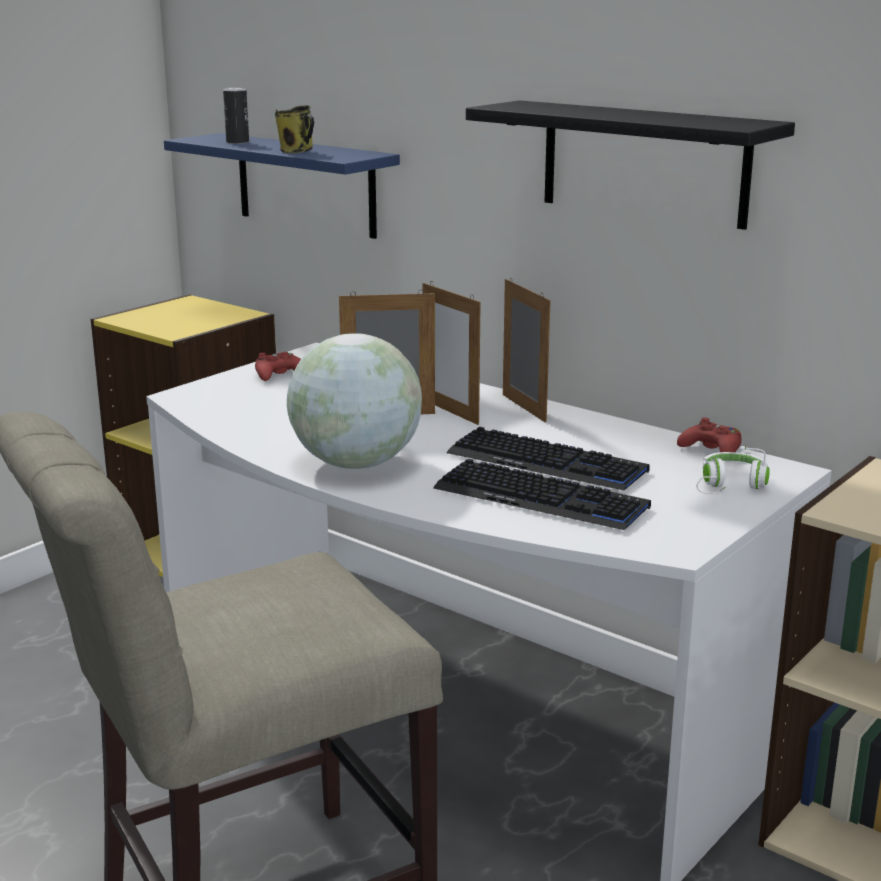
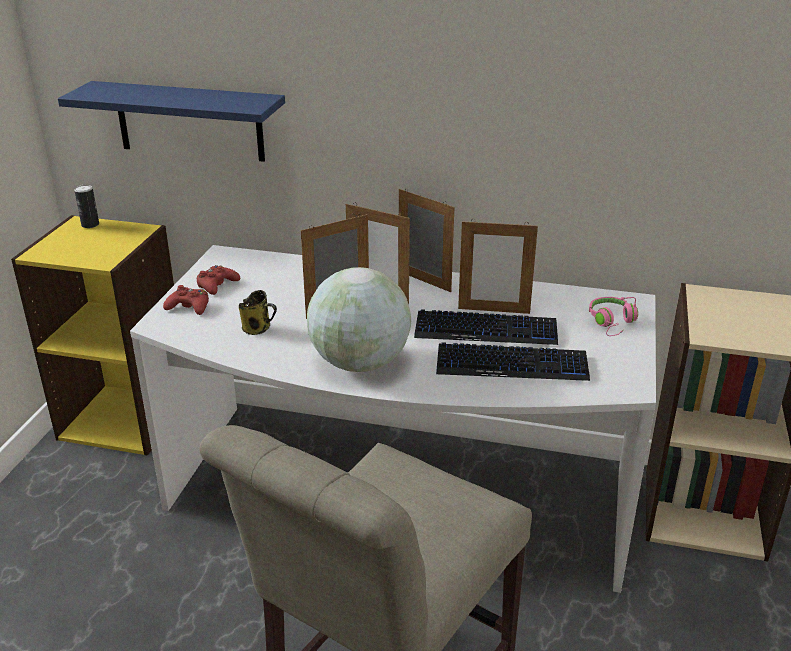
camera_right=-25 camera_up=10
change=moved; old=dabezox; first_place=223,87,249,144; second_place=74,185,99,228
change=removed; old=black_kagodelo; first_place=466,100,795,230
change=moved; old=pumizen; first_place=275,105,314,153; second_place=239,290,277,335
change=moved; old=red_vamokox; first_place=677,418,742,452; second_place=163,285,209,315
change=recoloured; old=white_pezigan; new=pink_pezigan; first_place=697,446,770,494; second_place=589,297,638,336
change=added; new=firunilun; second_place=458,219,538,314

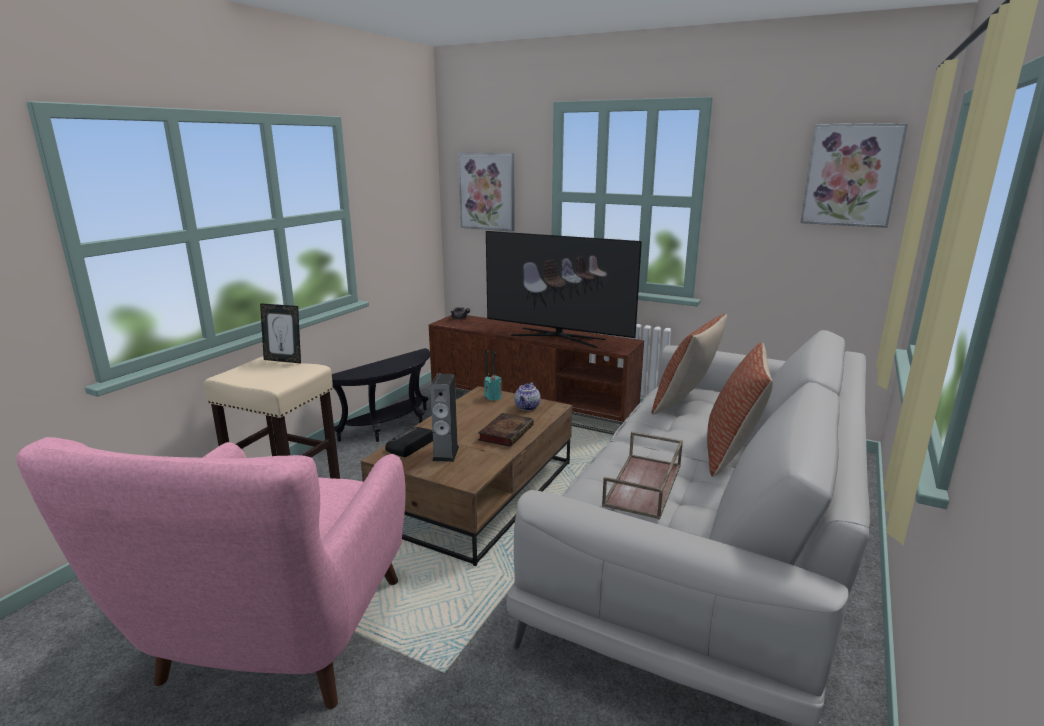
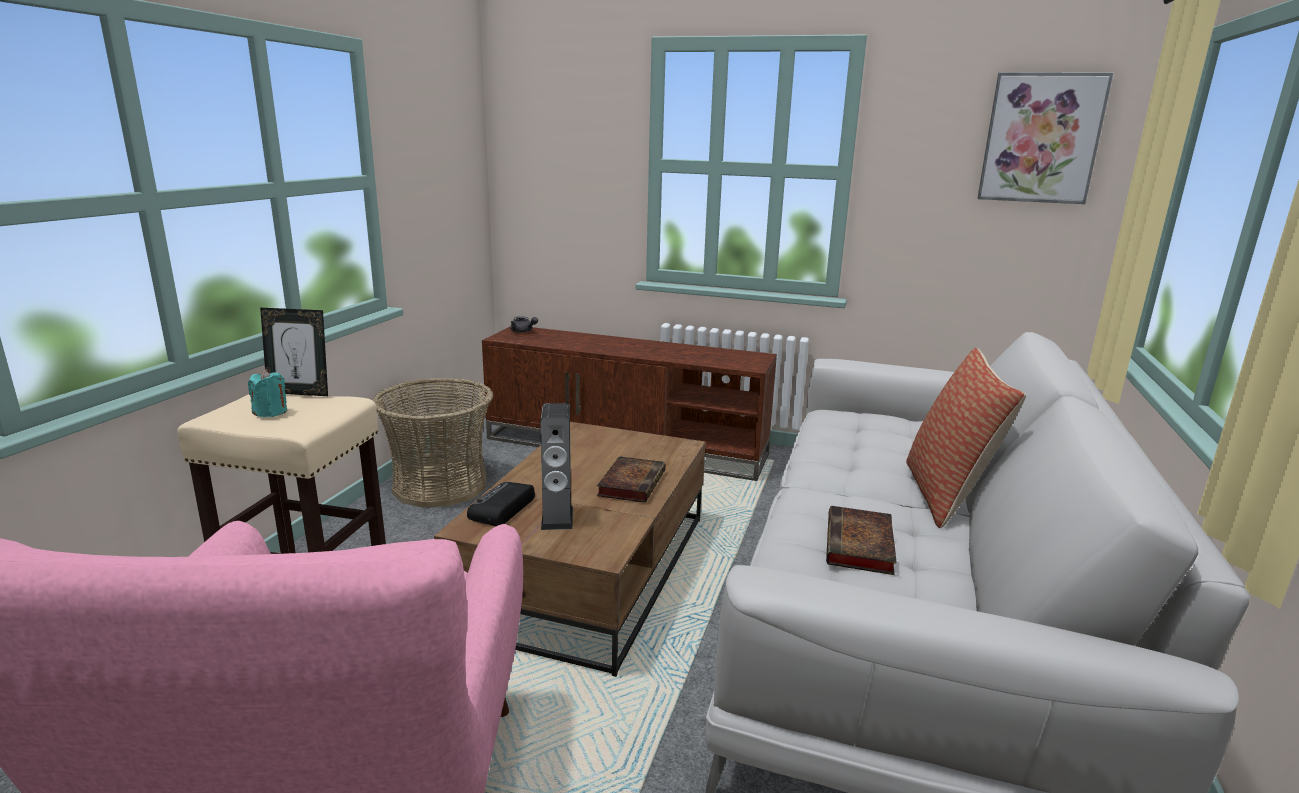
camera_right=-10 camera_up=0
change=removed; old=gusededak; first_place=458,153,515,232
change=removed; old=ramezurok; first_place=486,231,642,348
change=removed; old=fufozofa; first_place=652,314,727,414
change=replaced; old=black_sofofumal; new=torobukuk; first_place=332,348,431,442; second_place=373,378,493,508
change=moved; old=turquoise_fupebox; first_place=484,375,502,400; second_place=248,369,287,417
change=removed; old=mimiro; first_place=514,382,541,411
change=replaced; old=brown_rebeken; new=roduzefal; first_place=602,431,683,520; second_place=826,506,897,575

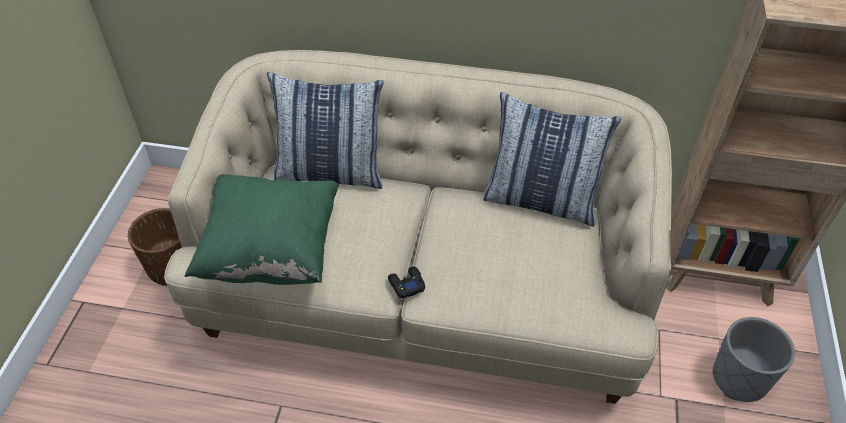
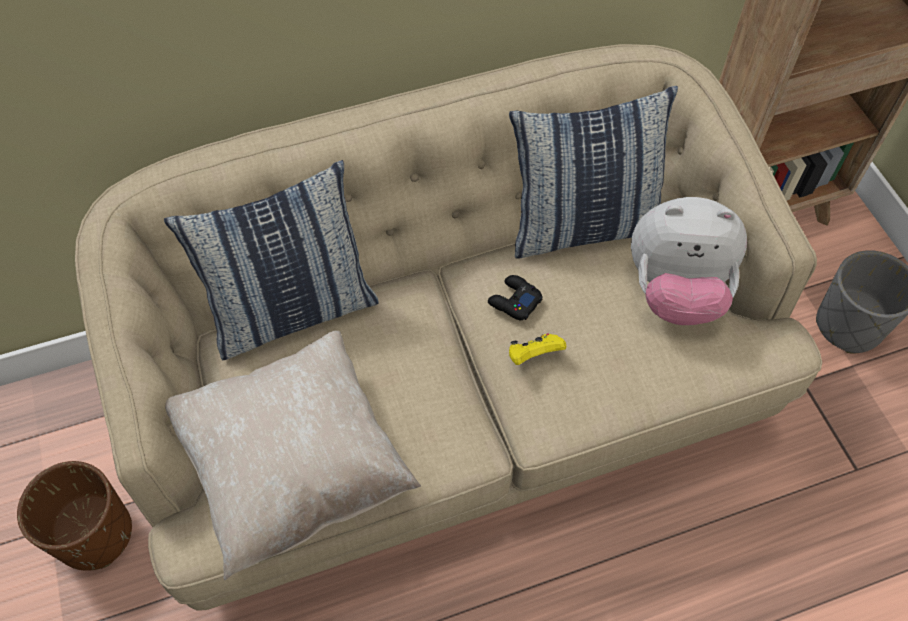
camera_right=-30 camera_up=10
change=recoloured; old=green_fufozofa; new=beige_fufozofa; first_place=184,174,339,285; second_place=165,331,421,580
change=moved; old=black_vamokox; first_place=388,267,425,299; second_place=488,275,543,320
change=added; new=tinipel; second_place=631,197,747,325
change=added; new=yellow_vamokox; second_place=509,333,566,365

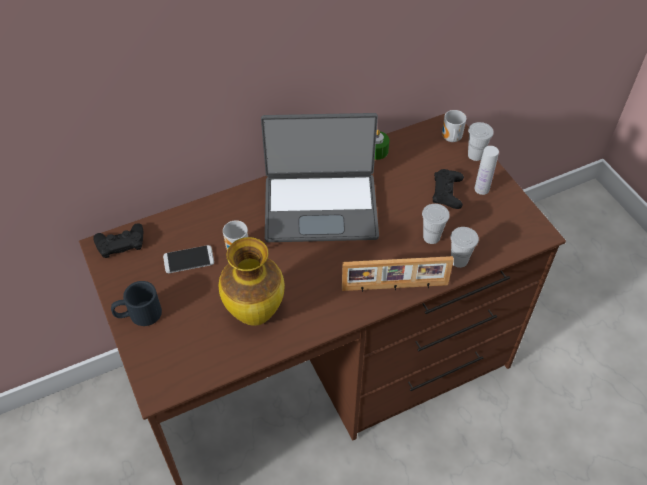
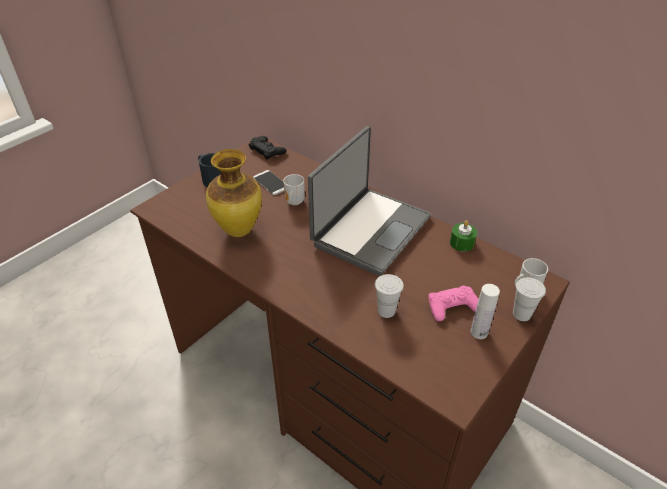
camera_right=65 camera_up=-10
change=turned; old=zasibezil; first_place=261,113,379,242; second_place=308,126,431,276; degrees=-120
change=recoloured; old=black_vamokox; new=pink_vamokox; first_place=433,169,464,209; second_place=428,285,478,321
change=removed; old=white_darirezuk; first_place=450,227,479,268
change=removed; old=firunilun; first_place=342,256,454,292

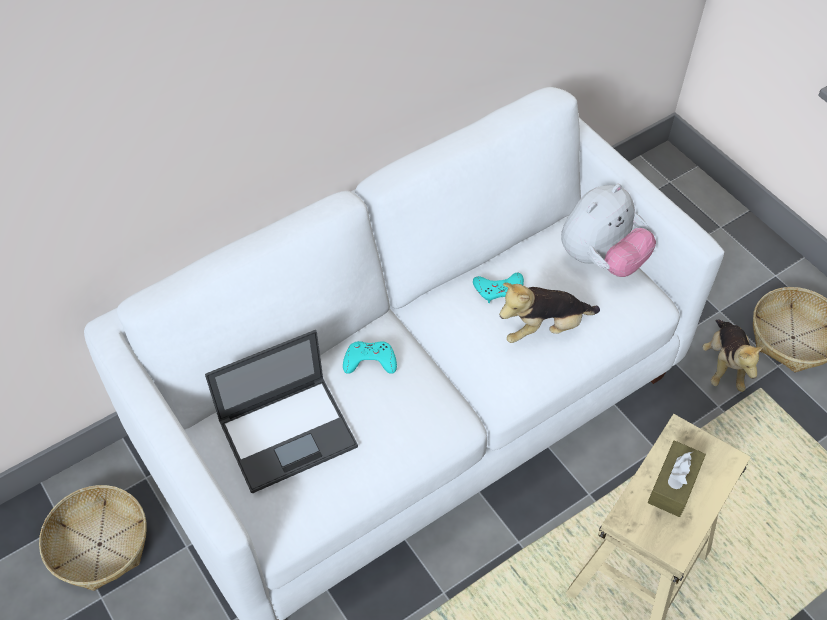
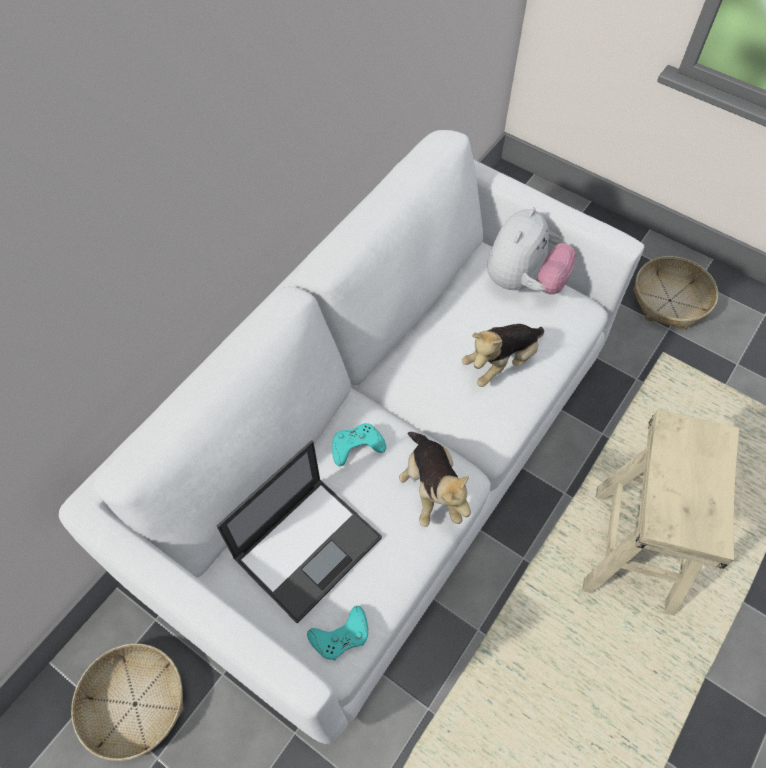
camera_right=-20 camera_up=5
change=moved; old=turquoise_vamokox; first_place=473,273,524,303; second_place=307,606,368,660
change=moved; old=tinipel; first_place=702,320,765,392; second_place=399,432,471,527
change=removed; old=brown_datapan; first_place=648,440,706,517

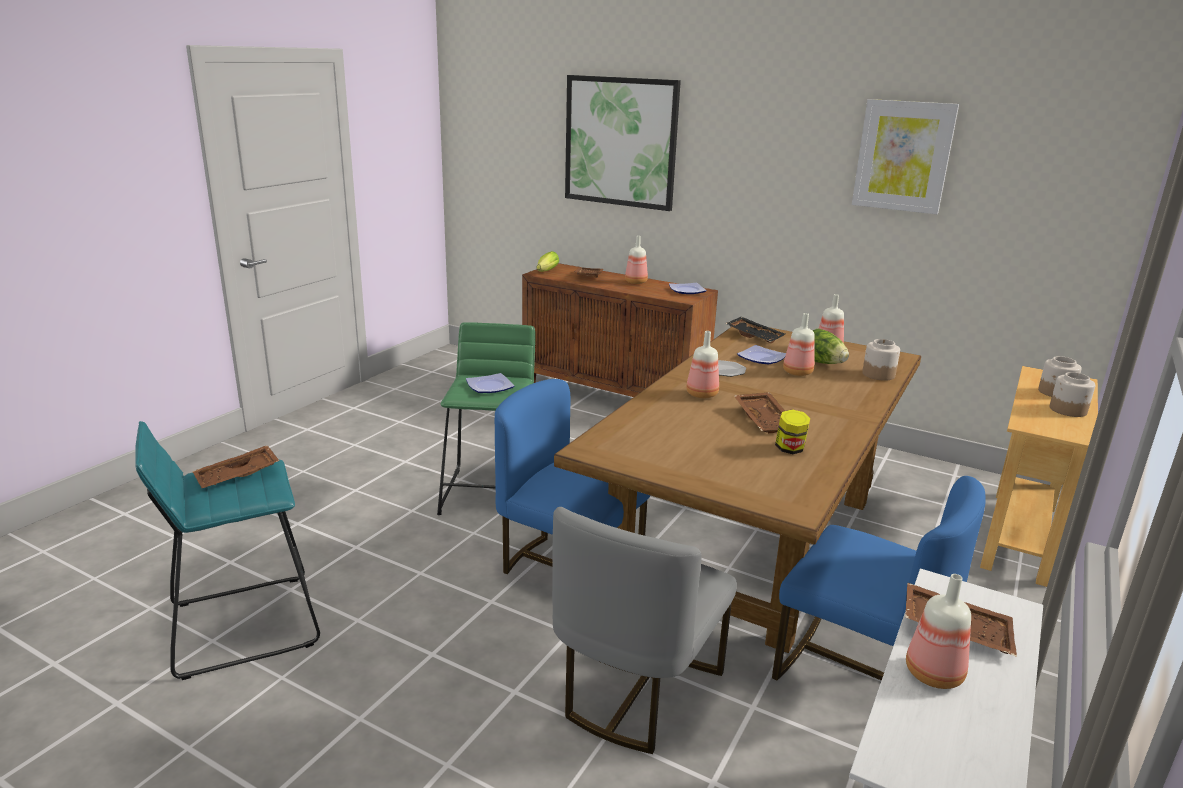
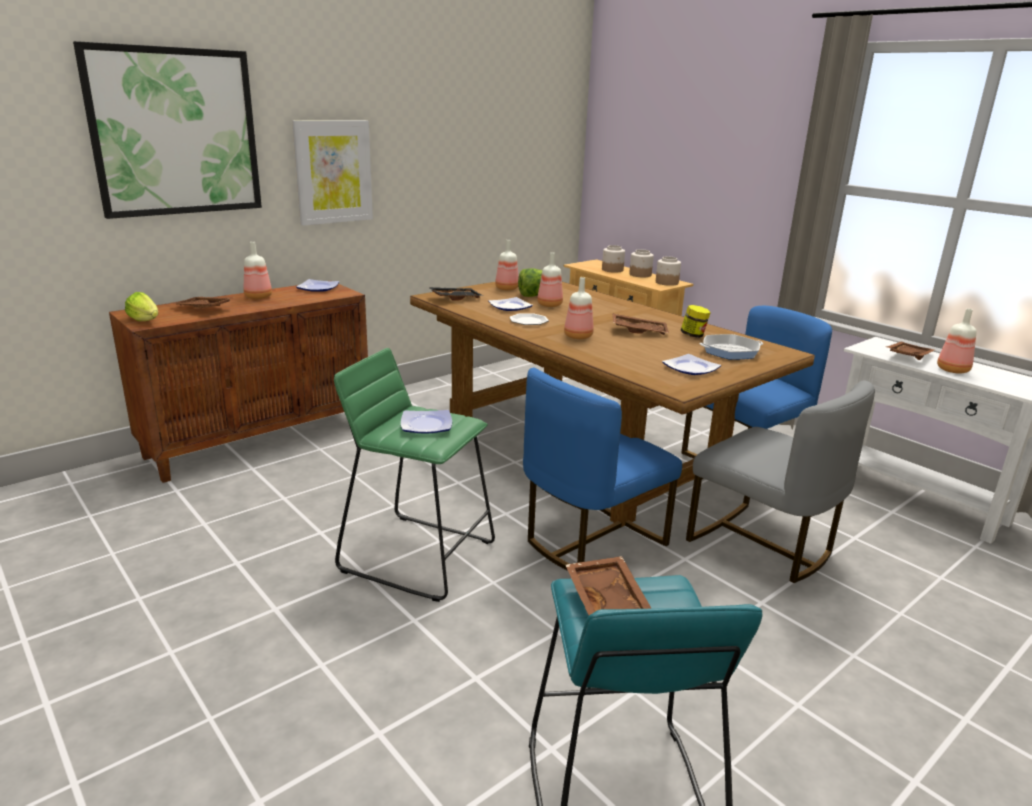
camera_right=-70 camera_up=0
change=moved; old=gusededak; first_place=852,99,959,214; second_place=292,121,373,226
change=moved; old=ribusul; first_place=862,339,900,381; second_place=656,256,681,286
change=added; new=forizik; second_place=700,334,763,360
change=added; new=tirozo; second_place=662,354,721,375

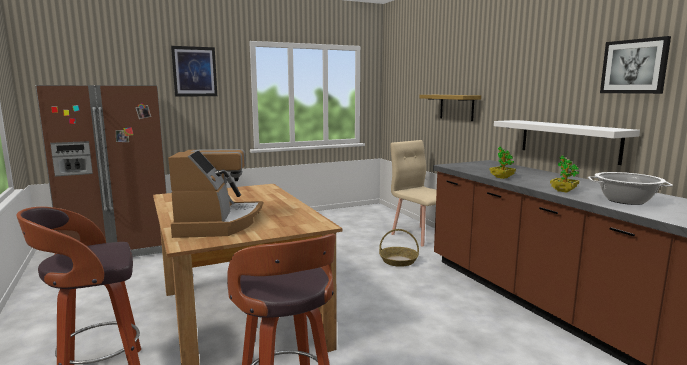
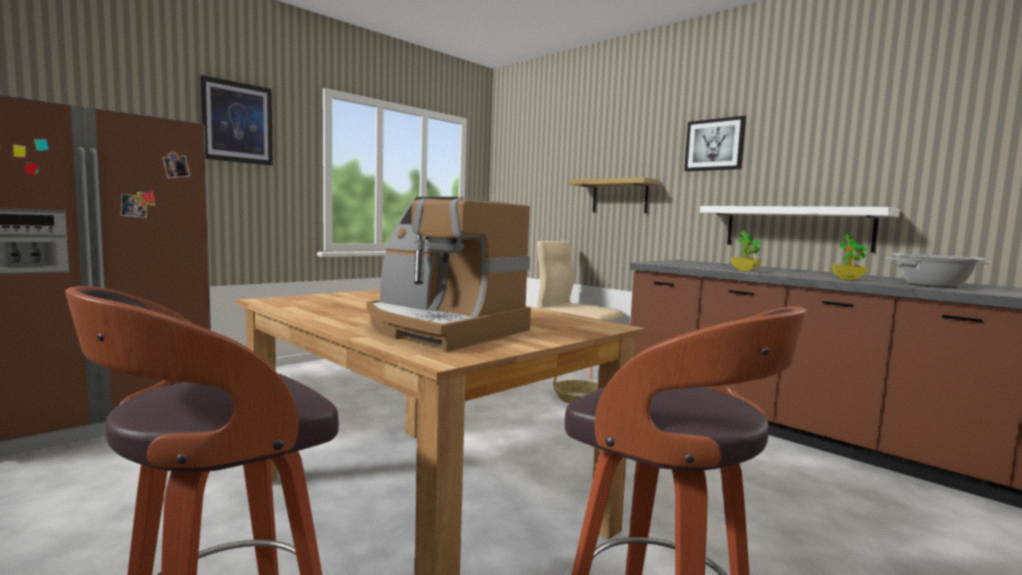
camera_right=-20 camera_up=-5
change=moved; old=gusededak; first_place=600,36,671,94; second_place=684,116,746,171
change=turned; old=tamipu; first_place=168,149,263,238; second_place=366,197,531,352; degrees=150

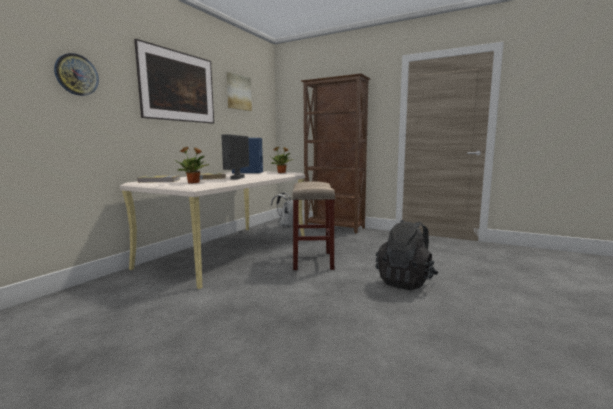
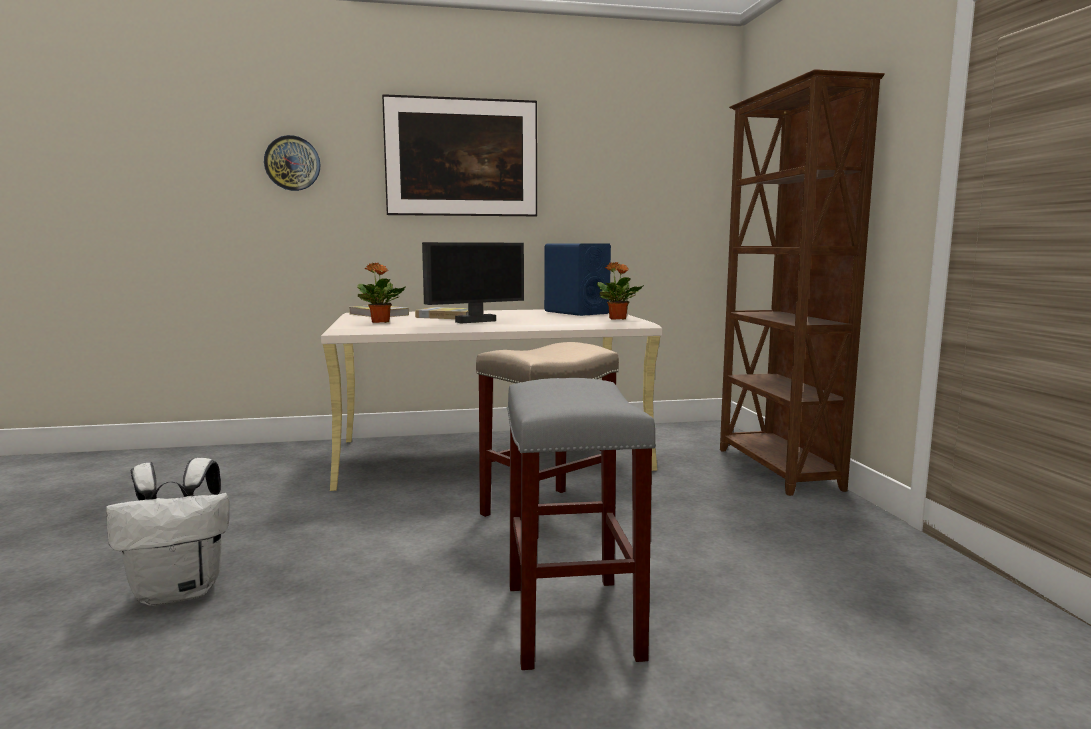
camera_right=50 camera_up=0
change=removed; old=gusededak; first_place=227,72,252,111
change=moved; old=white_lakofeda; first_place=270,193,293,227; second_place=106,458,229,606
change=replaced; old=black_lakofeda; new=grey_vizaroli; first_place=375,220,438,290; second_place=507,378,656,670

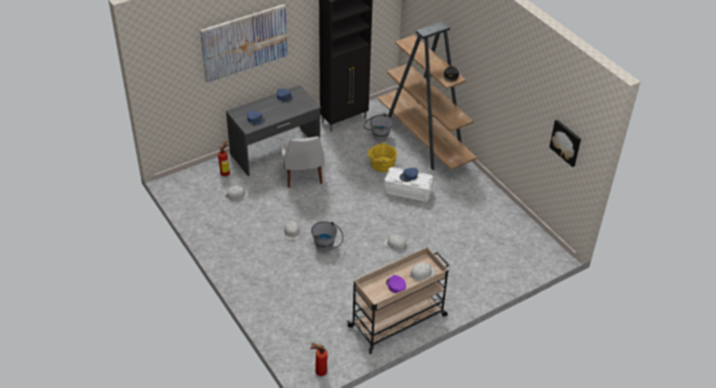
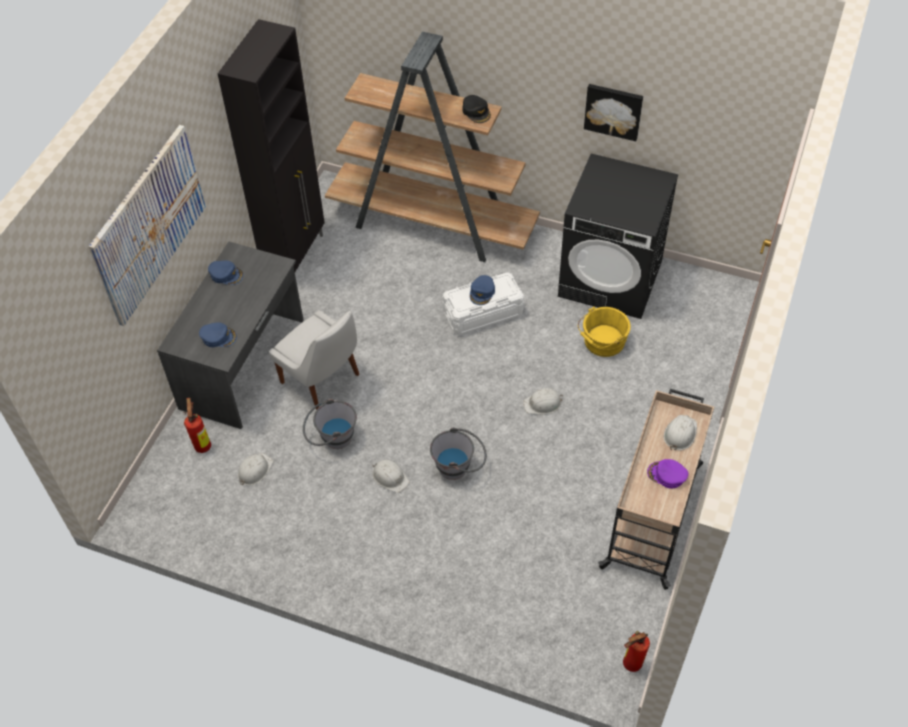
camera_right=-35 camera_up=10
change=moved; old=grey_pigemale; first_place=364,113,393,141; second_place=303,399,357,449
change=moved; old=gusededak; first_place=549,120,581,167; second_place=584,84,643,141
change=moved; old=yellow_pigemale; first_place=367,142,397,172; second_place=578,306,631,357
change=added; new=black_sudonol; second_place=558,154,678,319

